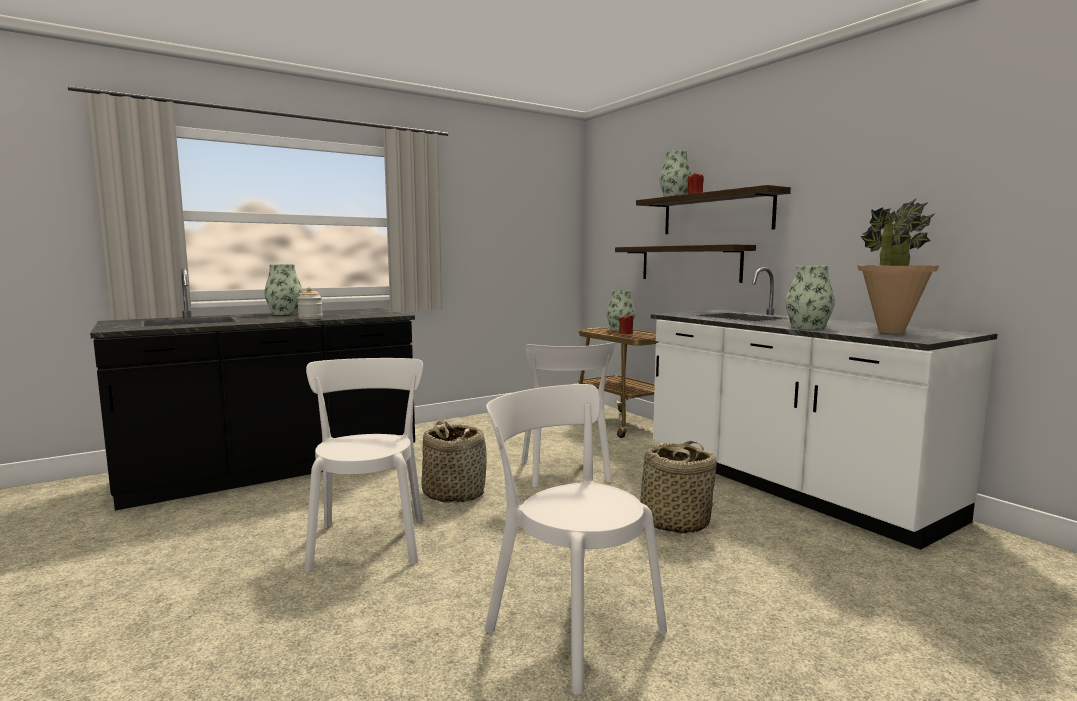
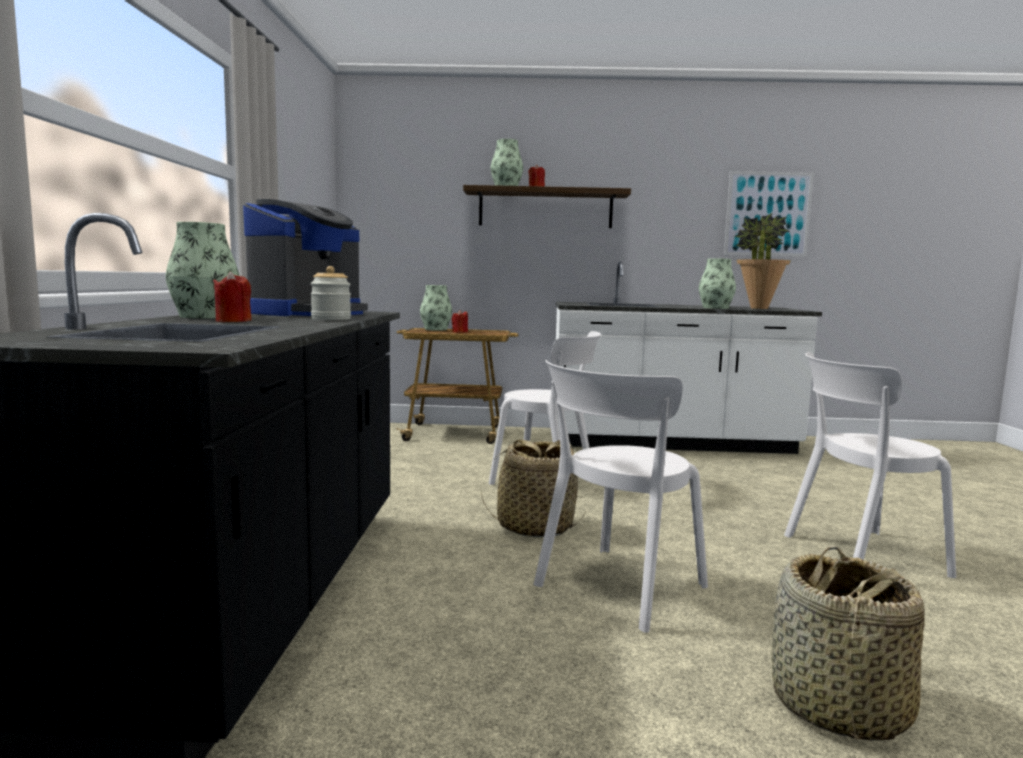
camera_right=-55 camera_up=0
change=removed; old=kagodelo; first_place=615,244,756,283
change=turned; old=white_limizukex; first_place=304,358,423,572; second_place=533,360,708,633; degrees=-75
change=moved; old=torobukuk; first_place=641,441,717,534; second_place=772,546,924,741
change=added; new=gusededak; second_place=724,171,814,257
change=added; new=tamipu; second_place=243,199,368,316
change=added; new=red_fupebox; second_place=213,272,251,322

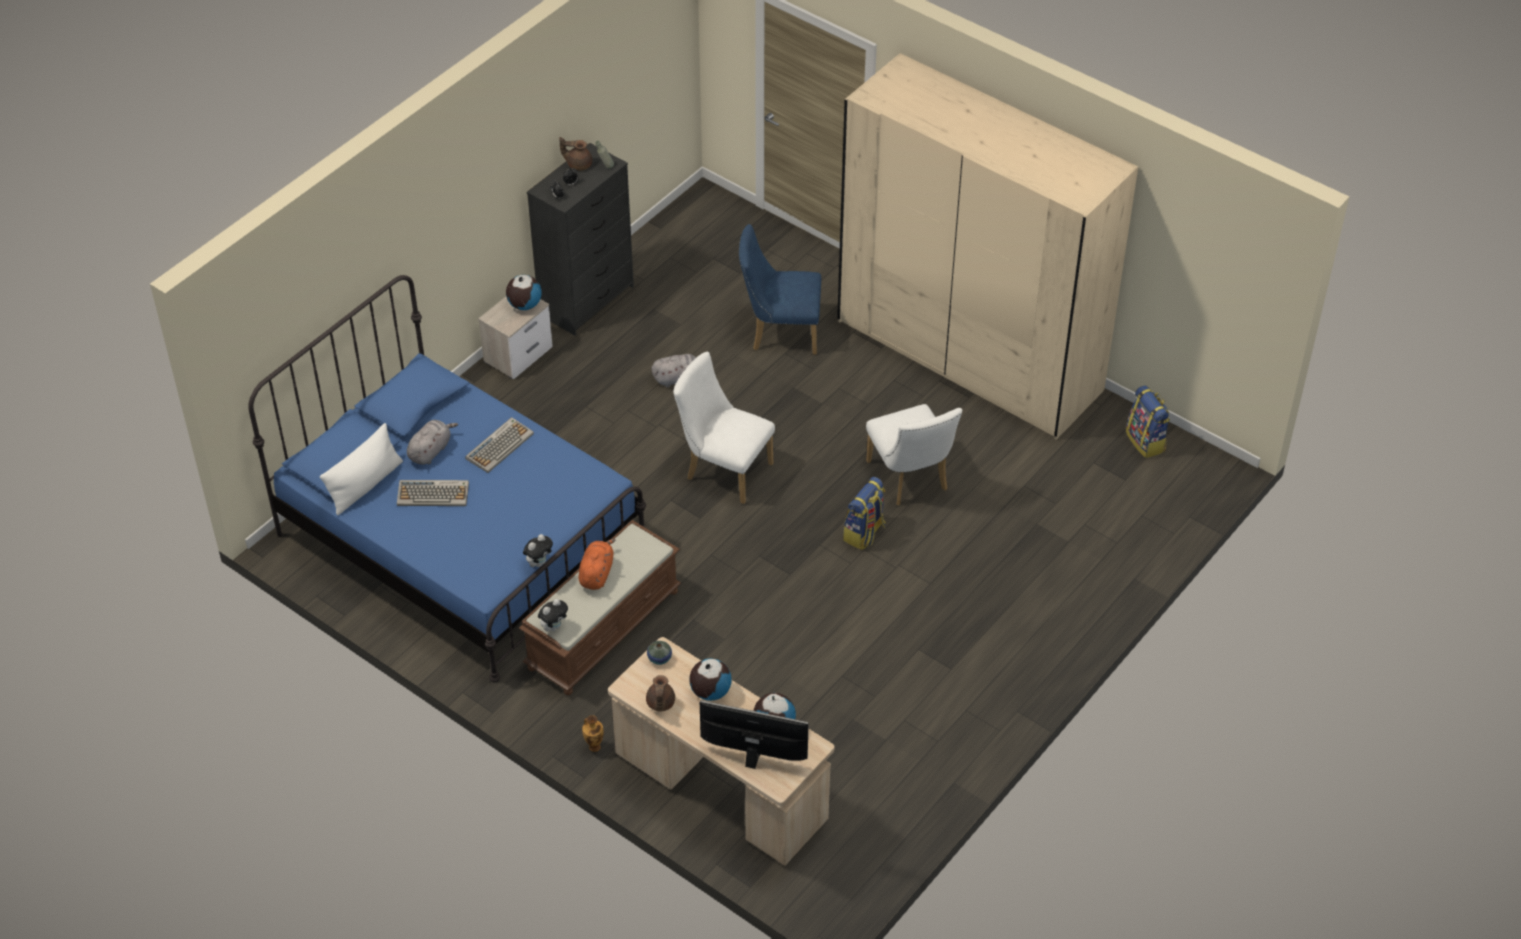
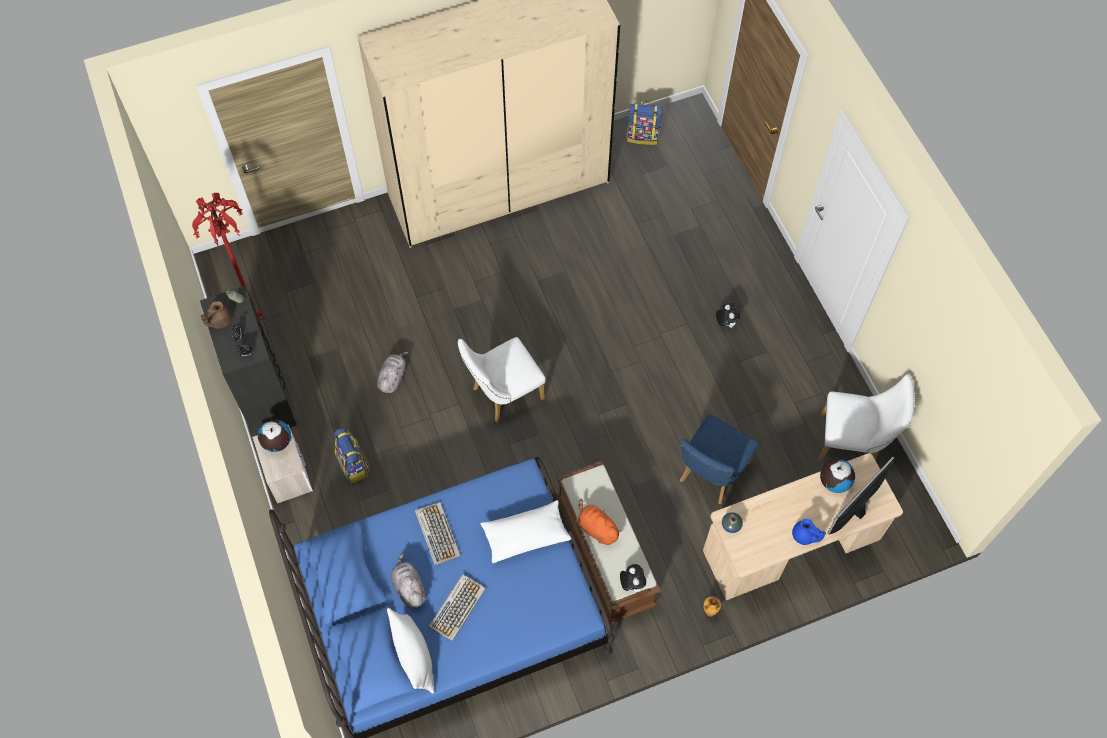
camera_right=-60 camera_up=15
change=moved; old=blue_limizukex; first_place=739,224,821,355; second_place=680,415,759,504
change=moved; old=white_limizukex; first_place=866,404,962,505; second_place=818,375,915,461
change=moved; old=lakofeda; first_place=843,477,886,550; second_place=334,428,370,484
change=moved; old=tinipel; first_place=523,534,553,567; second_place=716,303,740,328
change=removed; old=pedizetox; first_place=689,658,732,701
change=removed; old=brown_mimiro; first_place=646,675,675,712
change=added; new=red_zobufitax; second_place=192,193,263,320
change=added; new=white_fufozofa; second_place=481,500,571,563
change=added; new=blue_mimiro; second_place=792,519,826,545

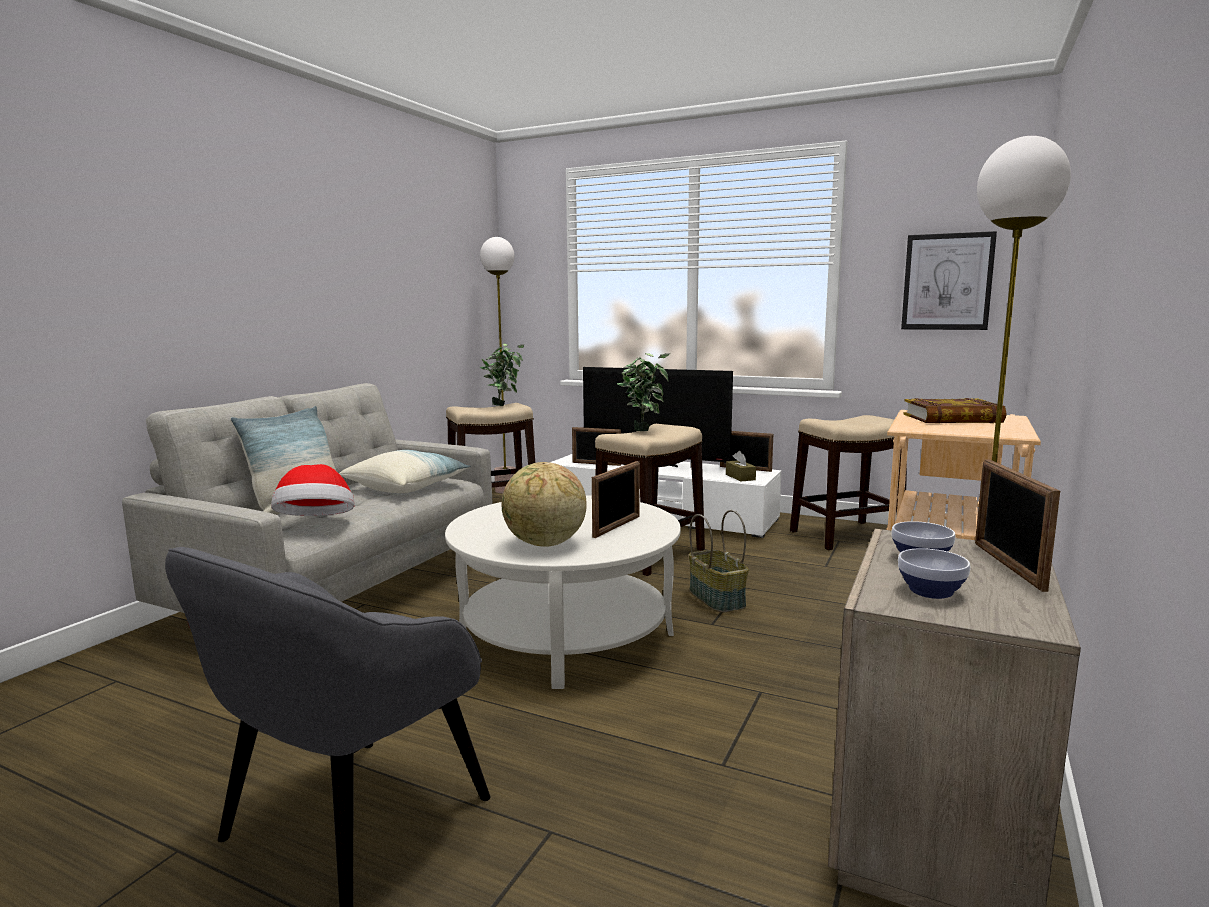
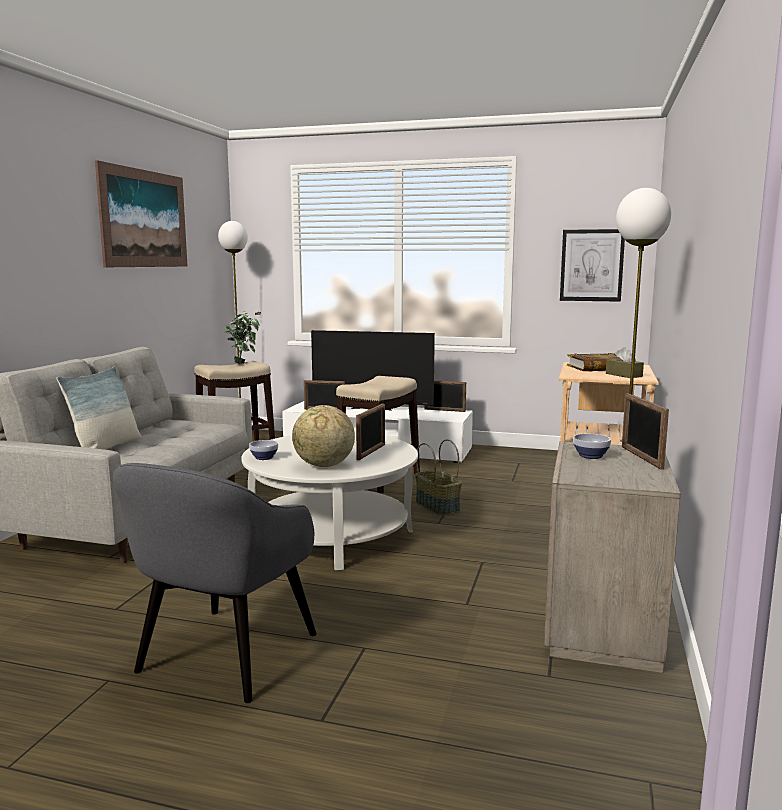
camera_right=-10 camera_up=0
change=removed; old=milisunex; first_place=617,353,669,431
change=removed; old=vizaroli; first_place=790,415,907,550
change=removed; old=fufozofa; first_place=339,450,471,493
change=moved; old=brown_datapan; first_place=726,451,756,481; second_place=606,347,644,378
change=removed; old=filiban; first_place=271,464,355,516
change=moved; old=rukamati; first_place=898,548,970,599; second_place=249,440,278,460
change=added; new=gusededak; second_place=95,160,187,267

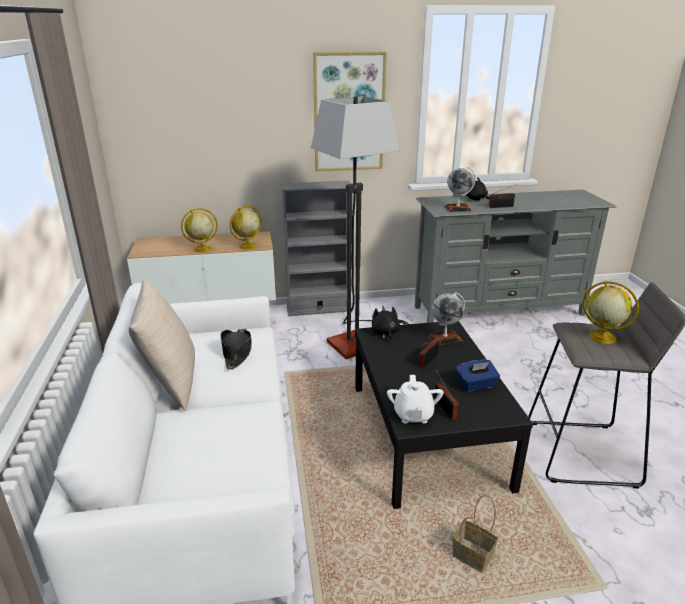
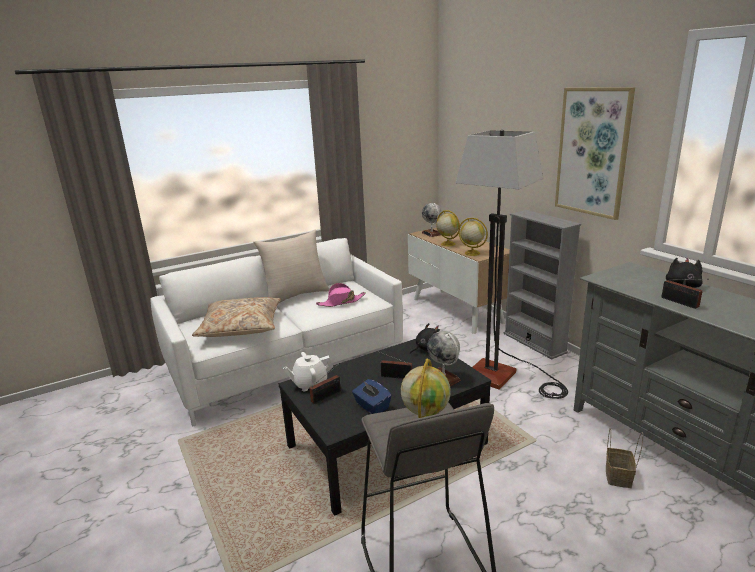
camera_right=70 camera_up=-5
change=moved; old=pedizetox; first_place=444,167,476,212; second_place=422,203,441,237
change=recoloured; old=black_filiban; new=pink_filiban; first_place=220,328,252,370; second_place=316,283,366,307
change=moved; old=torobukuk; first_place=452,495,498,573; second_place=606,428,643,488
change=added; new=beige_fufozofa; second_place=192,297,281,337

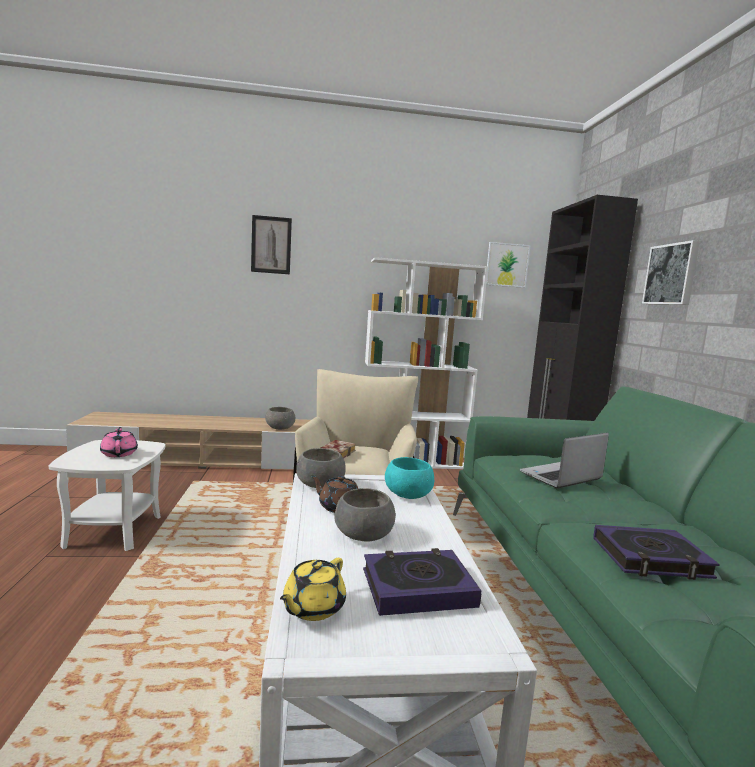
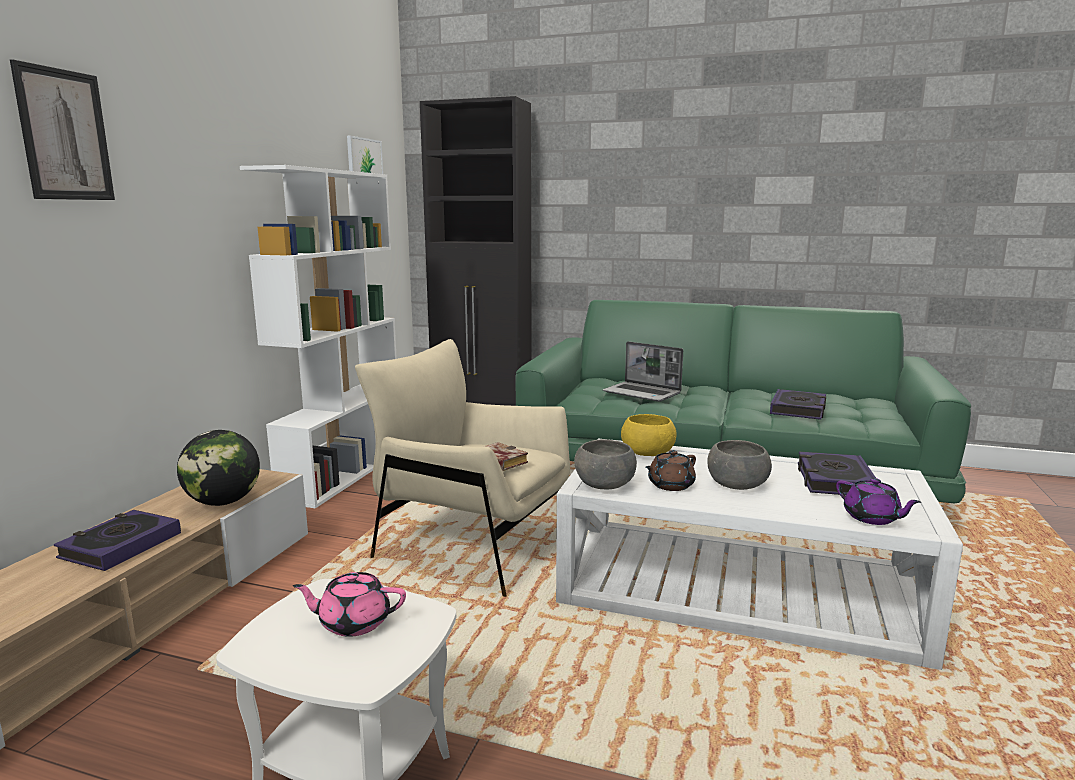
camera_right=-65 camera_up=5
change=removed; old=gusededak; first_place=642,240,700,305
change=replaced; old=grey_rukamati; new=pedizetox; first_place=265,407,295,430; second_place=177,430,260,506
change=turned; old=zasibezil; first_place=520,433,609,488; second_place=603,341,683,402; degrees=-45
change=recoloured; old=turquoise_rukamati; new=yellow_rukamati; first_place=385,457,434,499; second_place=621,414,677,456
change=recoloured; old=yellow_mimiro; new=purple_mimiro; first_place=280,558,346,621; second_place=836,478,921,525
change=added; new=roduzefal; second_place=54,510,181,571

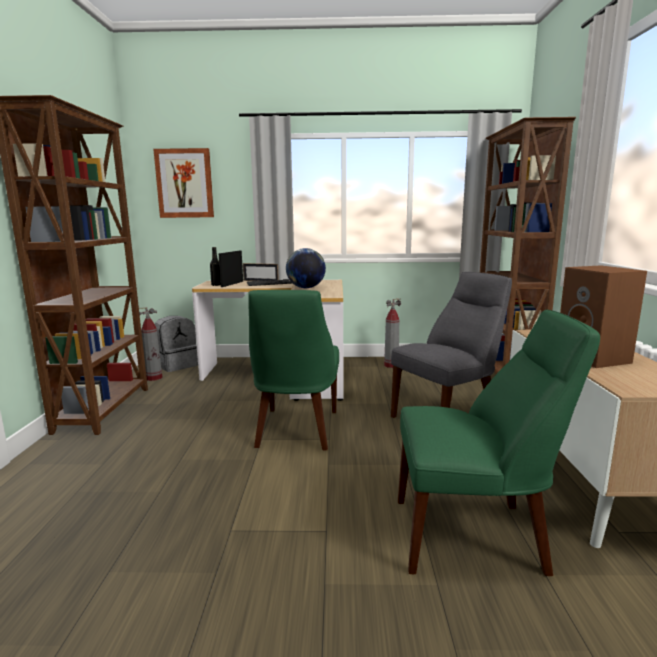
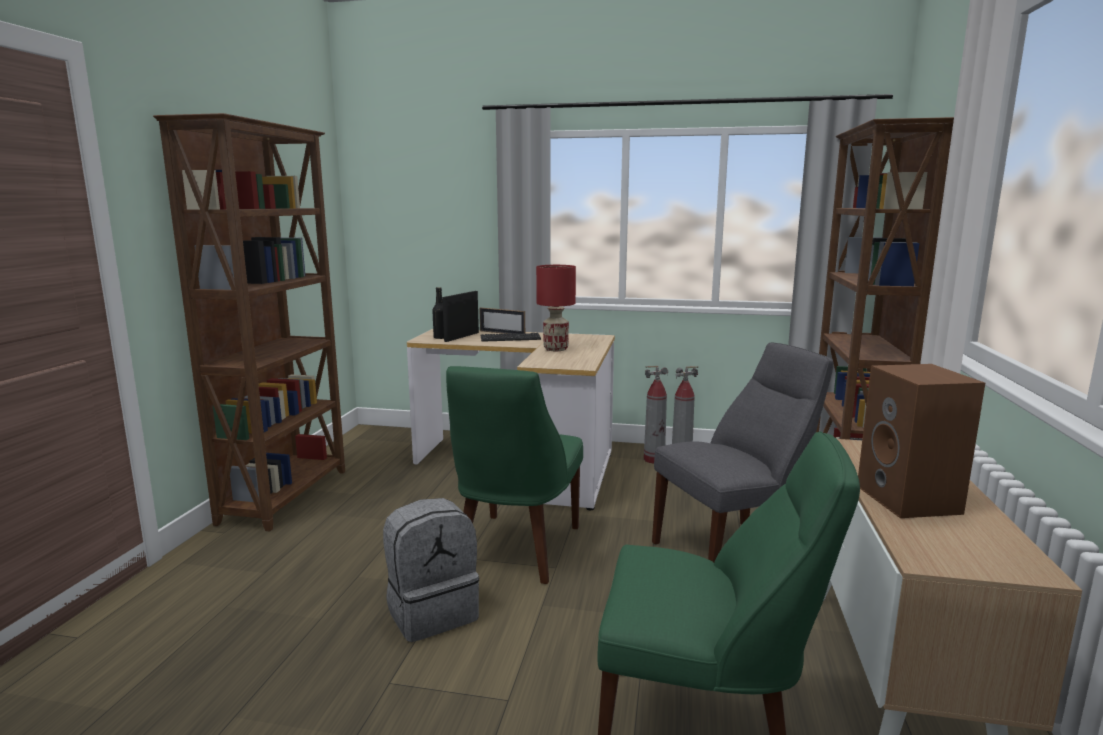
camera_right=10 camera_up=0
change=removed; old=gusededak; first_place=153,148,214,218
change=replaced; old=pedizetox; new=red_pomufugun; first_place=286,248,326,288; second_place=536,265,576,351
change=moved; old=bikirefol; first_place=139,307,162,381; second_place=644,366,669,464
change=moved; old=grey_lakofeda; first_place=155,316,198,372; second_place=383,498,480,642

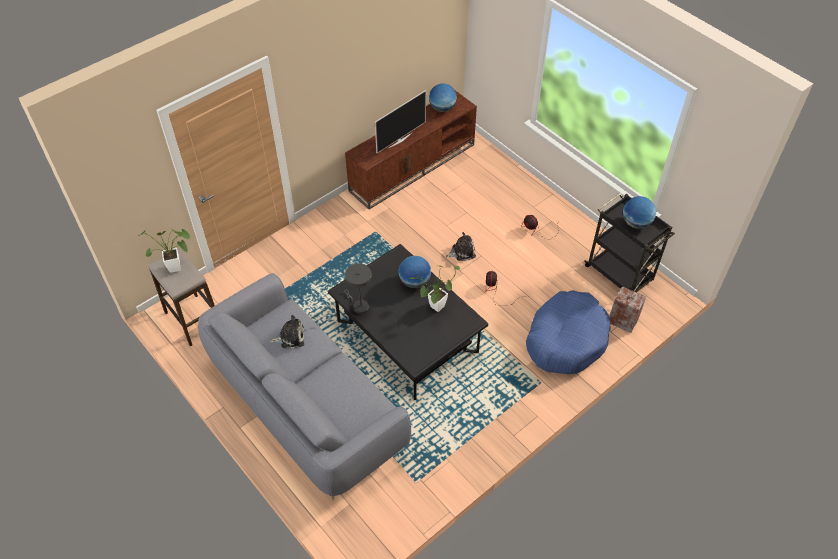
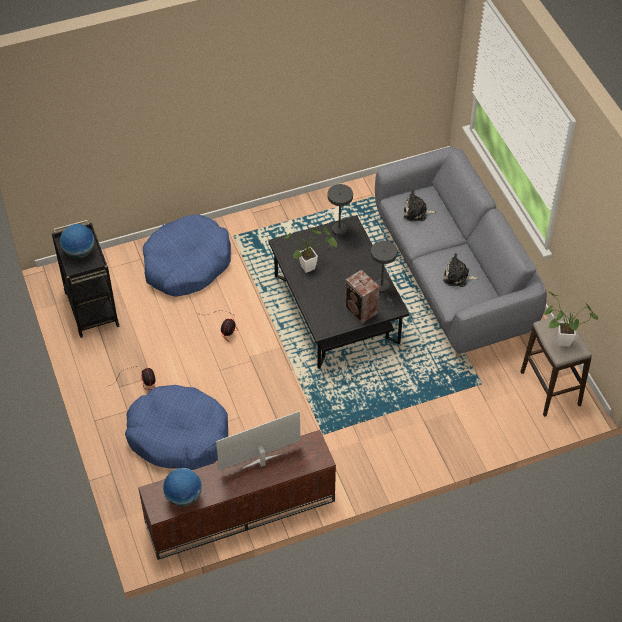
camera_right=-160 camera_up=0
change=moved; old=tinipel; first_place=446,232,476,261; second_place=404,190,437,222
change=removed; old=pedizetox; first_place=399,256,431,288
change=moved; old=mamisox; first_place=610,286,646,333; second_place=344,270,380,324
change=added; new=grey_pomufugun; second_place=328,184,353,249
change=added; new=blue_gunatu; second_place=125,385,228,470

